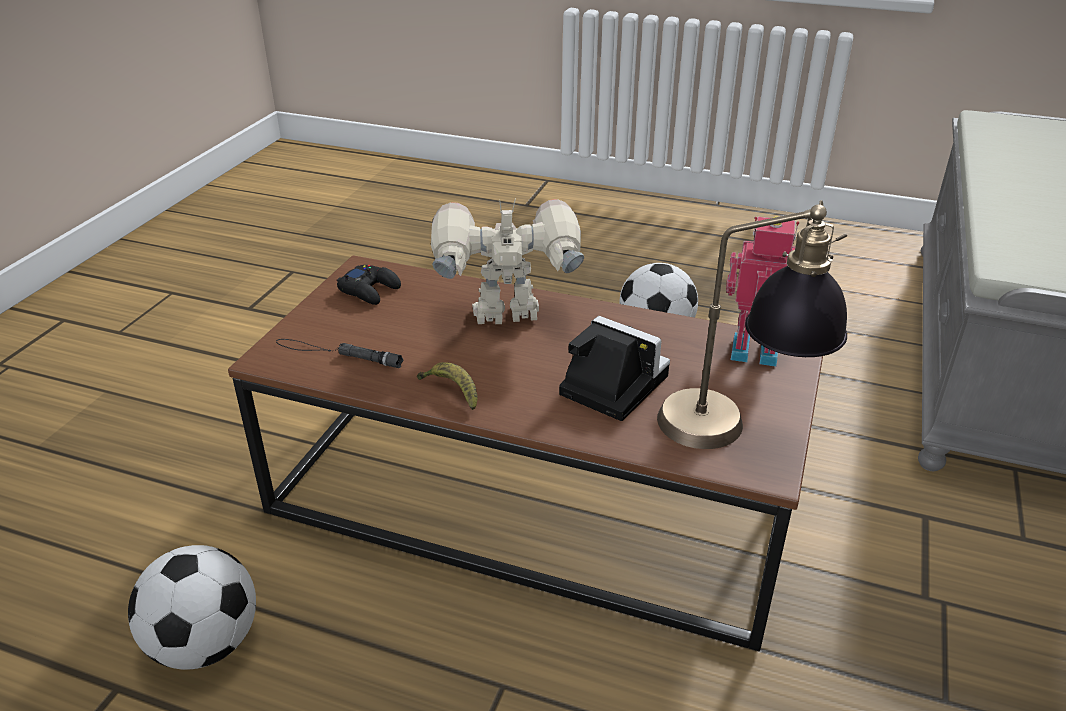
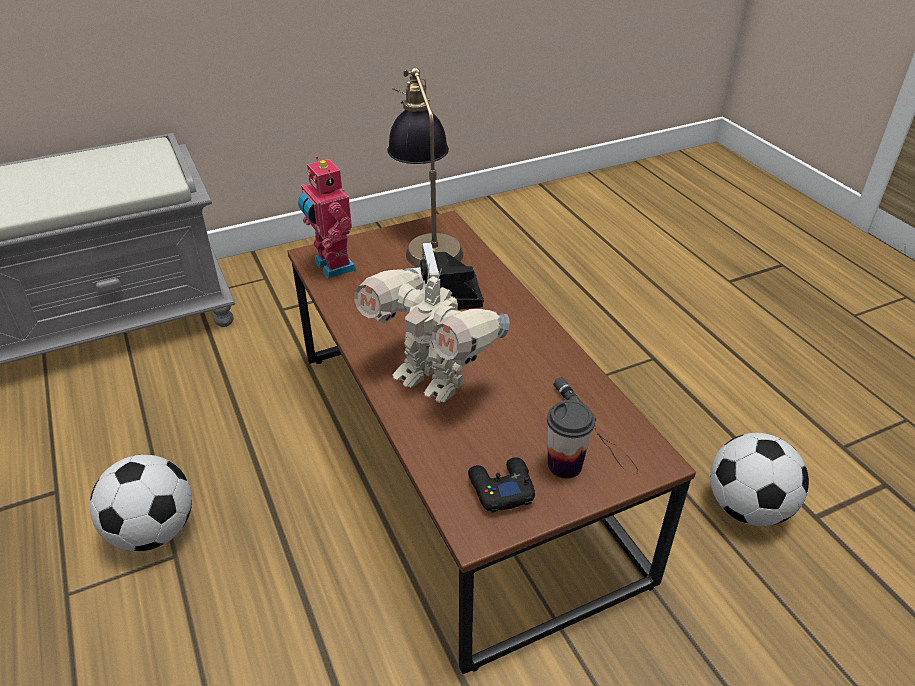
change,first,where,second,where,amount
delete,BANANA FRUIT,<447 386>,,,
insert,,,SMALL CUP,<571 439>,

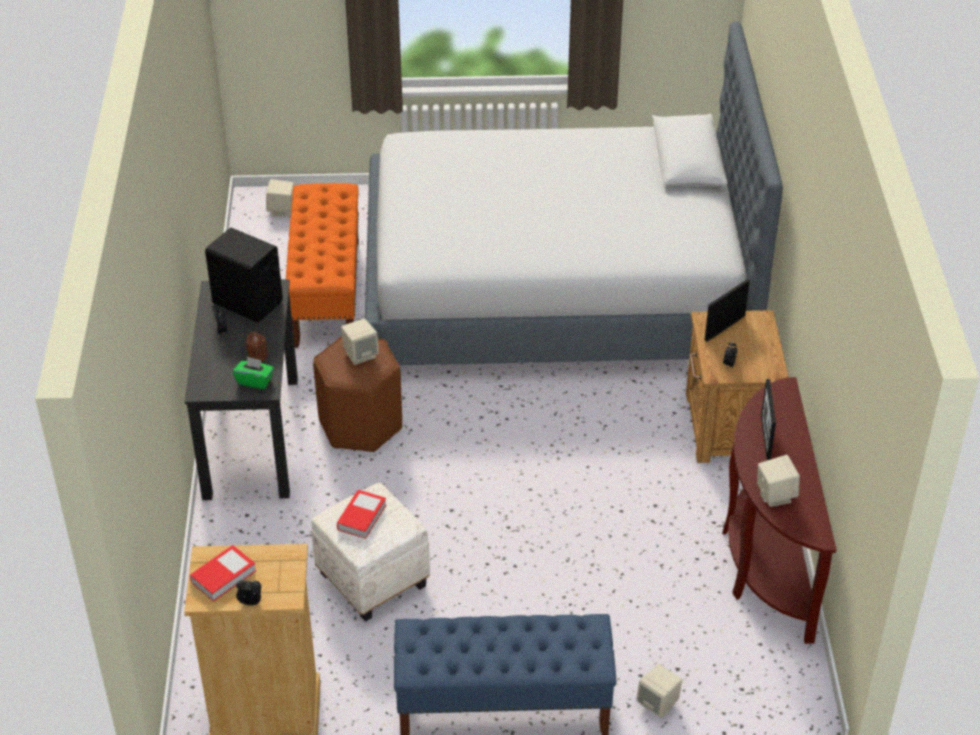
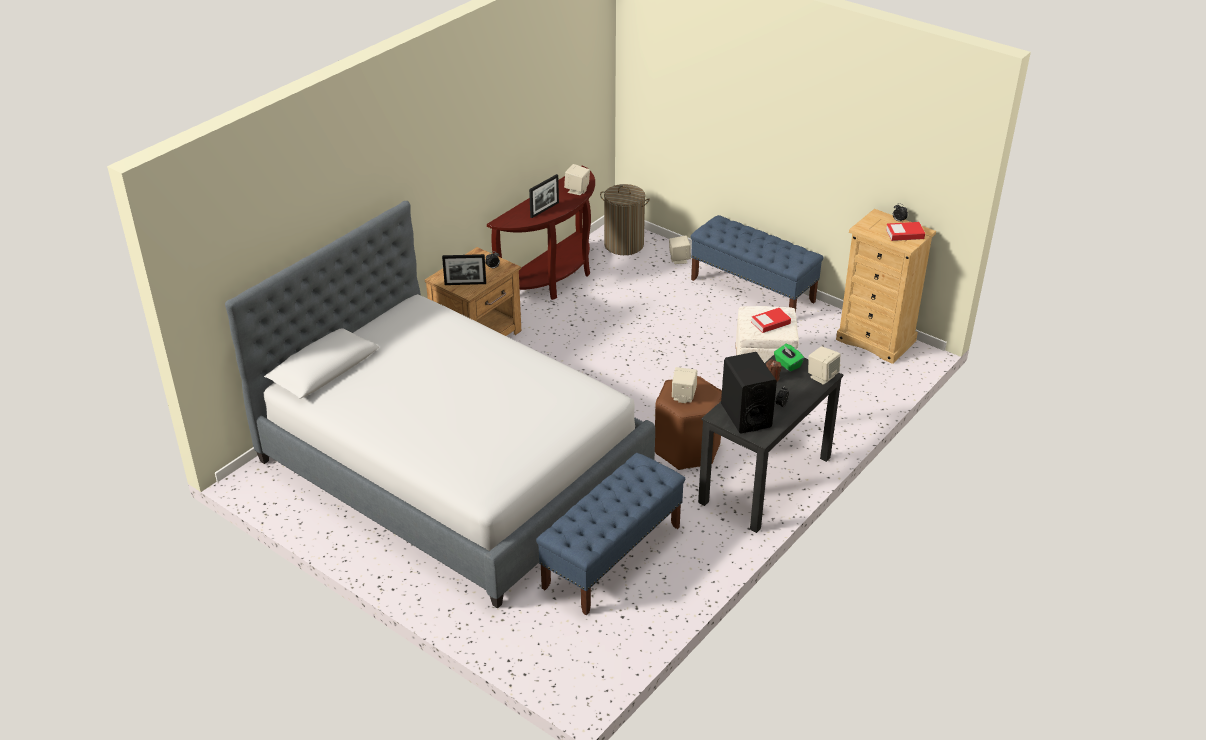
change,first,where,second,where,amount
move,SAND-COLOURED LOUDSPEAKER,<280 197>,,<824 365>,
recolor,ORANGEY INDOOR BENCH,<322 265>,BLUE-COLOURED INDOOR BENCH,<610 534>,
insert,,,LAUNDRY BASKET,<625 219>,

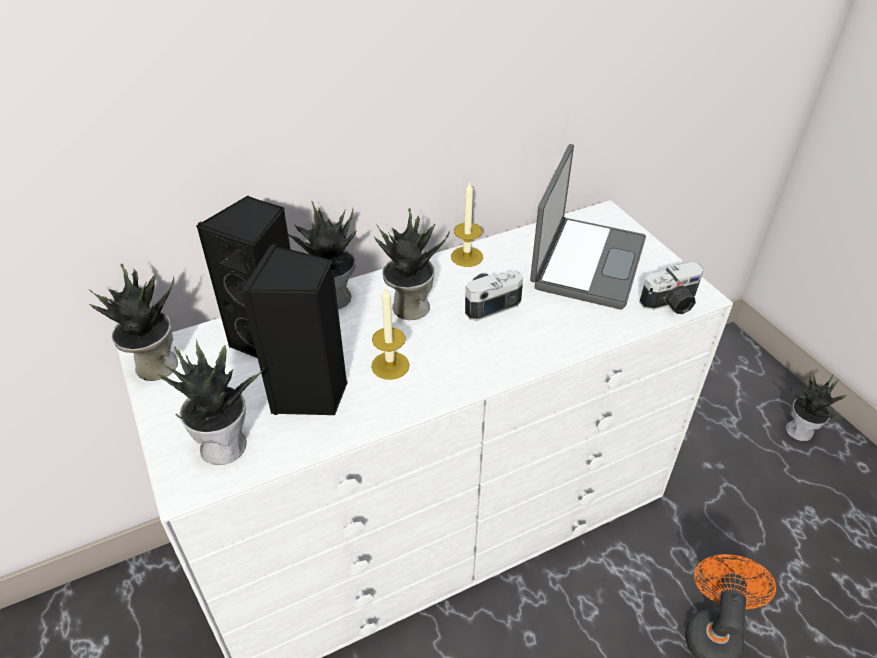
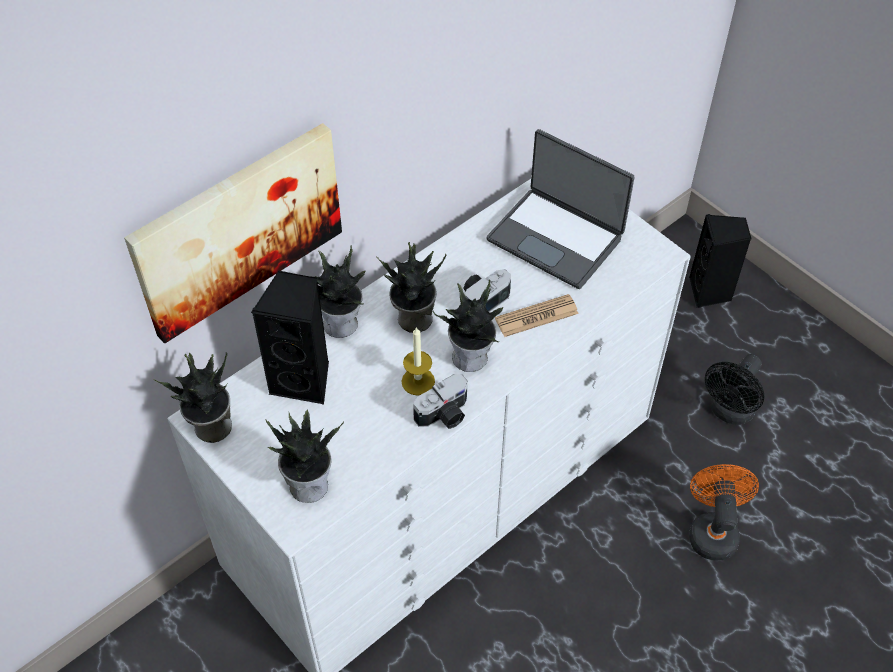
change,first,where,second,where,amount
move,BLACK LOUDSPEAKER,<294 329>,,<720 261>,
delete,WAX LIGHT,<467 224>,,,
rotate,LAPTOP,<588 226>,,<560 209>,120 degrees clockwise
move,PHOTO CAMERA,<671 288>,,<440 401>,
move,HOUSEPLANT,<816 406>,,<468 325>,
insert,,,WALL ART,<233 233>,
insert,,,DAILY PAPER,<537 315>,
insert,,,BLACK COOLING FAN,<735 389>,

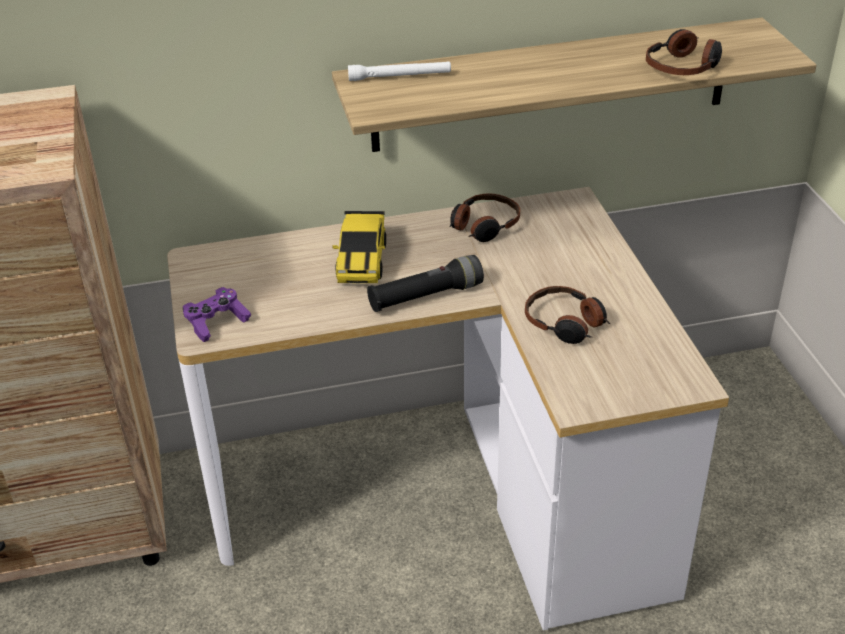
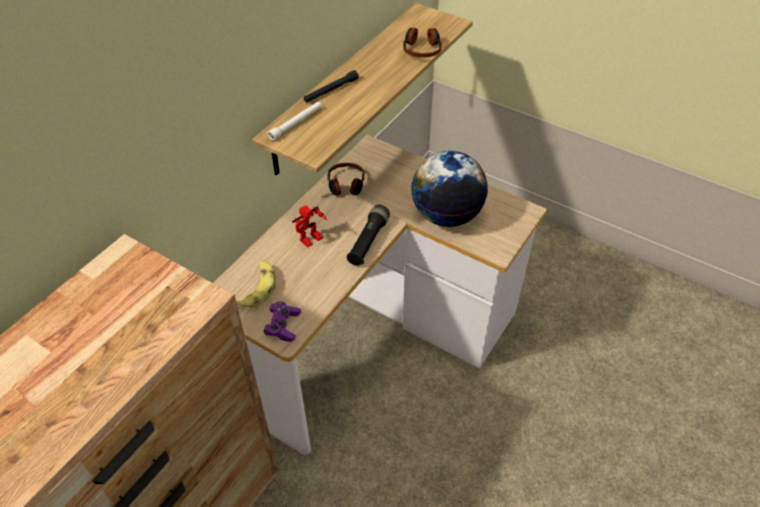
change,first,where,second,where,amount
replace,MODEL CAR,<359 247>,TOY ROBOT,<309 227>,
replace,HEADPHONES,<567 315>,DESK GLOBE,<449 189>,
insert,,,BANANA FRUIT,<255 284>,
insert,,,BLACK FLASHLIGHT,<331 86>,

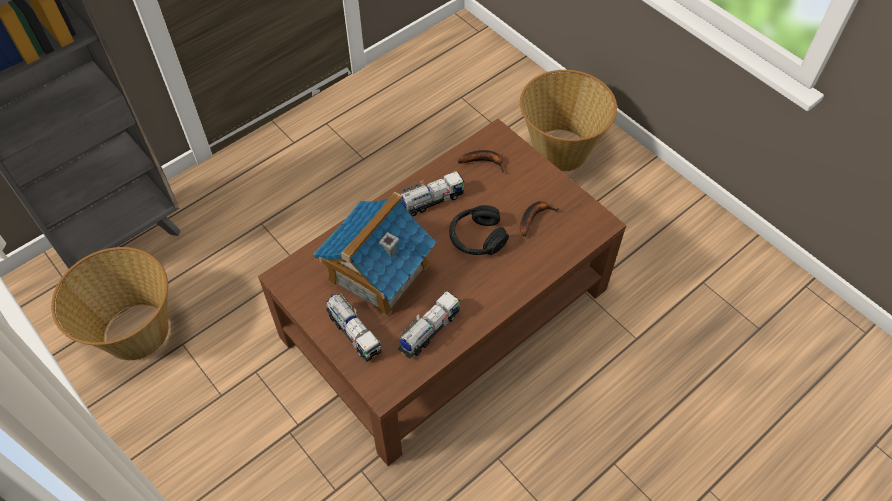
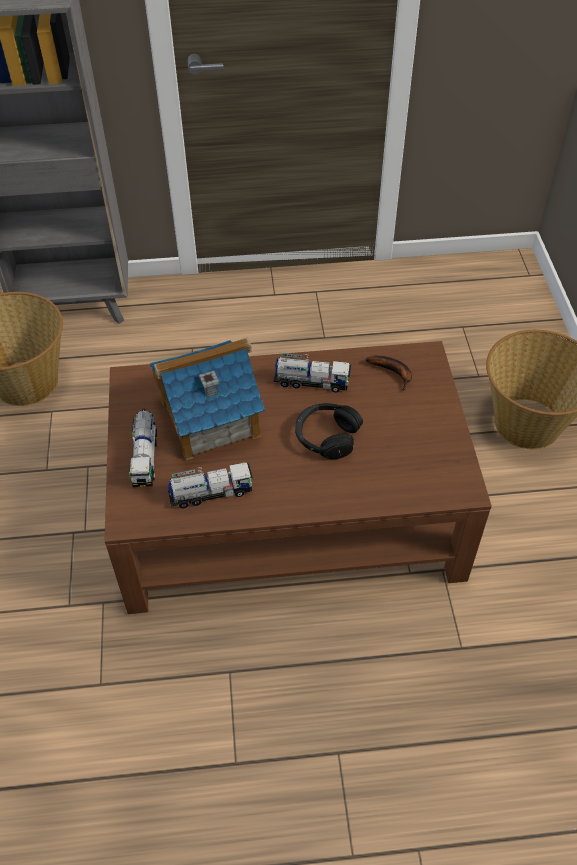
change,first,where,second,where,amount
delete,BANANA FRUIT,<539 219>,,,

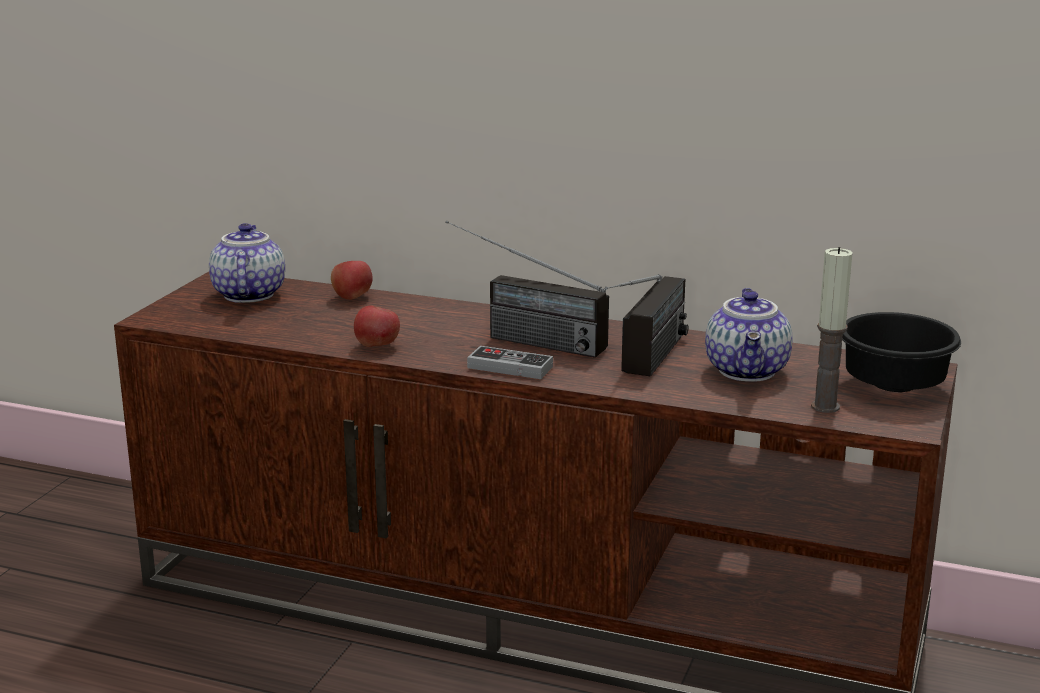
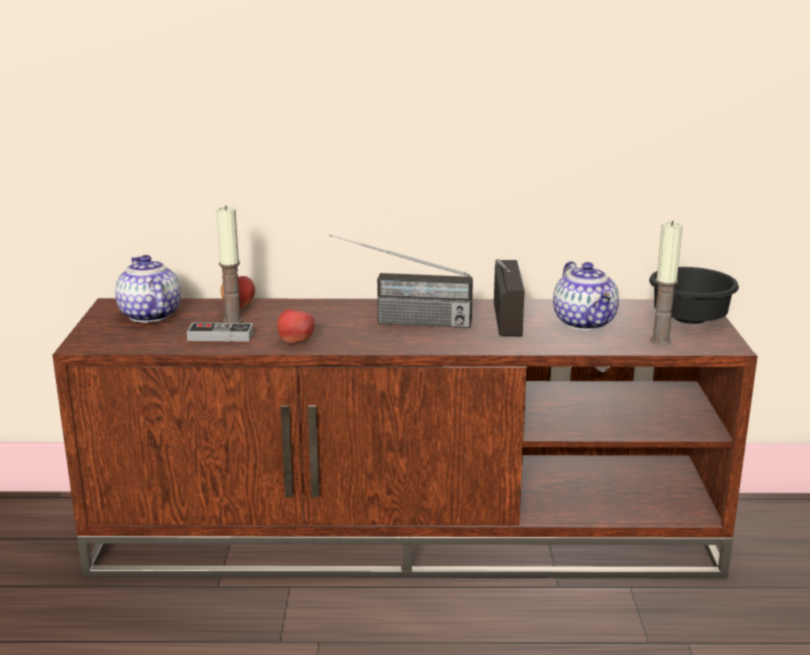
change,first,where,second,where,amount
move,GAME CONTROLLER,<510 362>,,<220 332>,
insert,,,WAX LIGHT,<229 264>,

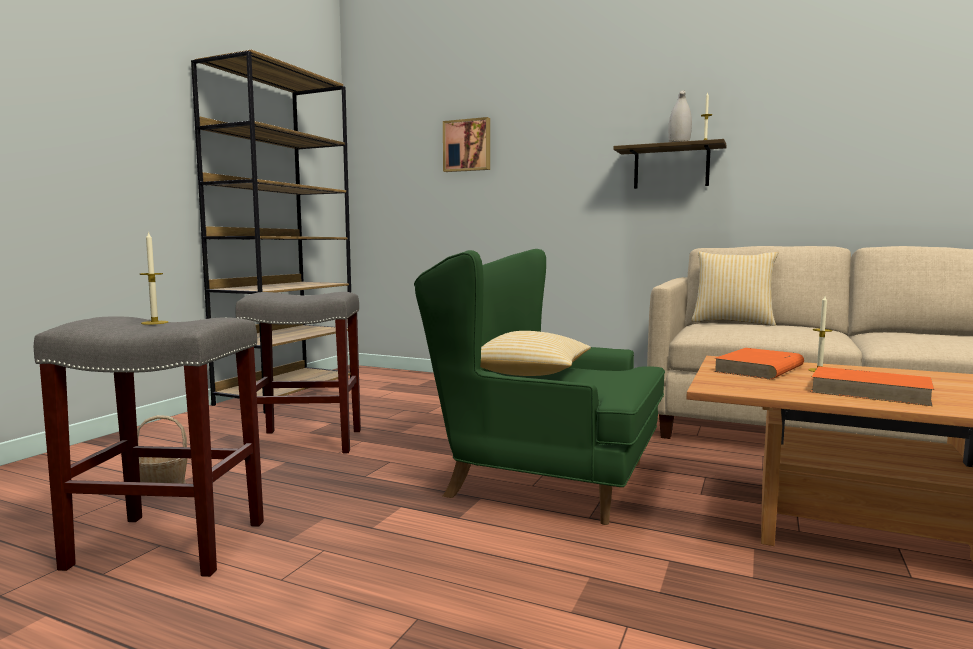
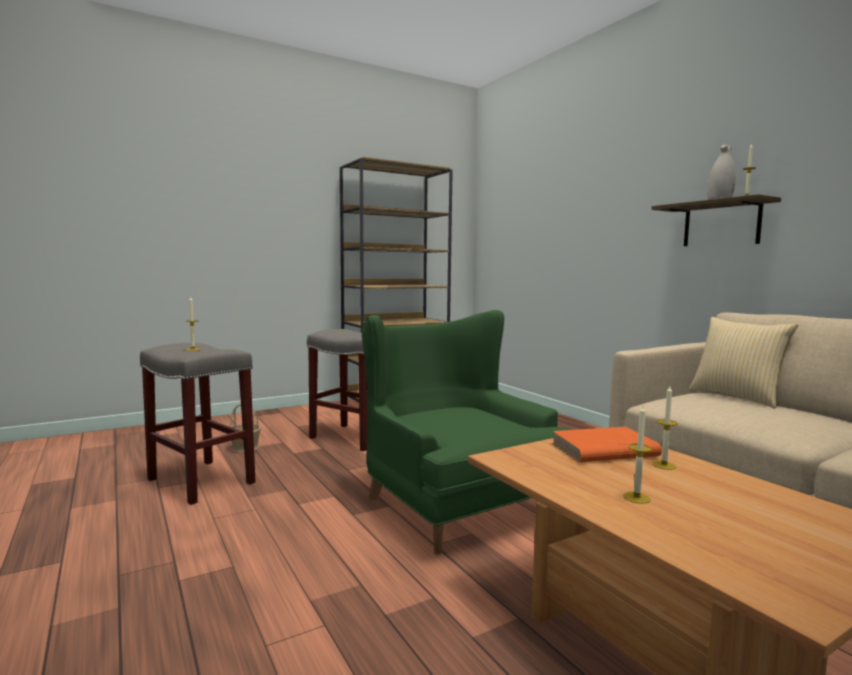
change,first,where,second,where,amount
delete,WALL ART,<466 144>,,,
delete,PILLOW,<535 353>,,,
replace,ORANGEY BOUND BOOK,<872 386>,WAX LIGHT,<637 455>,

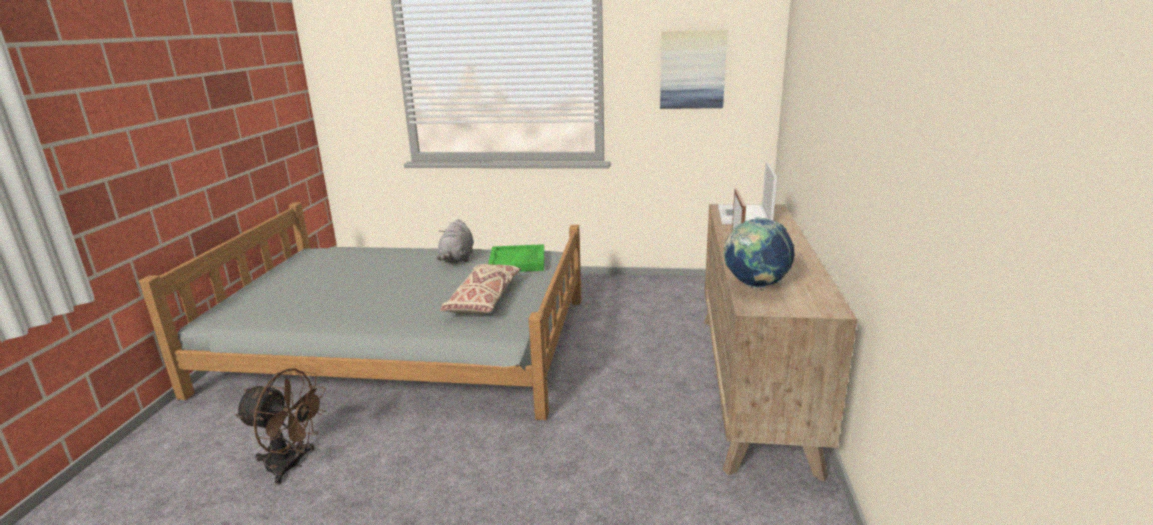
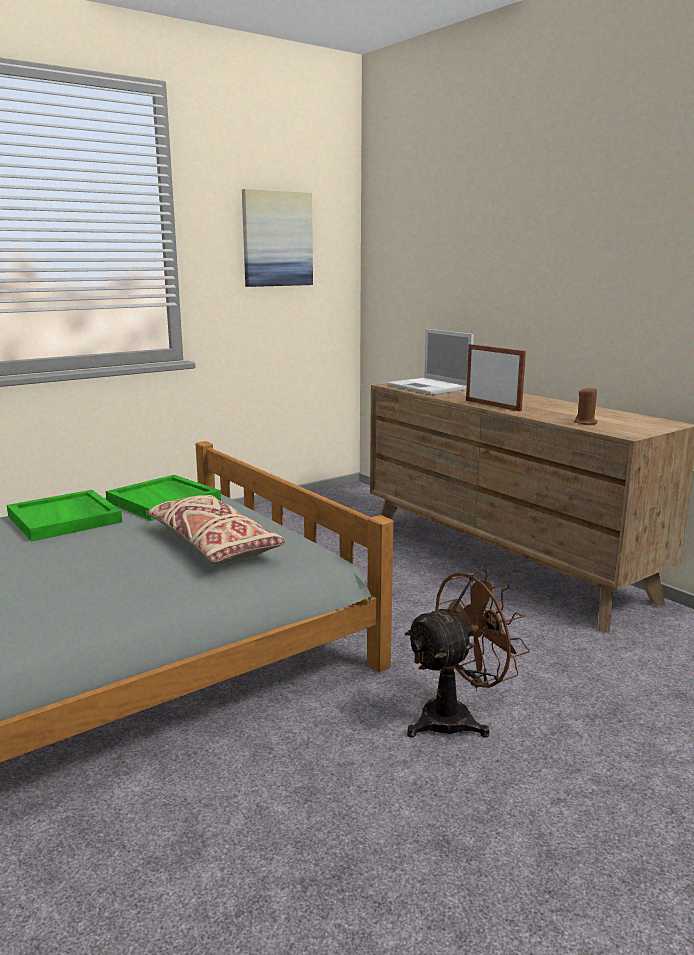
change,first,where,second,where,amount
move,BROWN COOLING FAN,<281 427>,,<467 653>,
replace,GREYISH CUDDLY TOY,<455 241>,GREENISH SERVING TRAY,<64 516>,
replace,DESK GLOBE,<759 252>,BROWN WAX LIGHT,<586 406>,

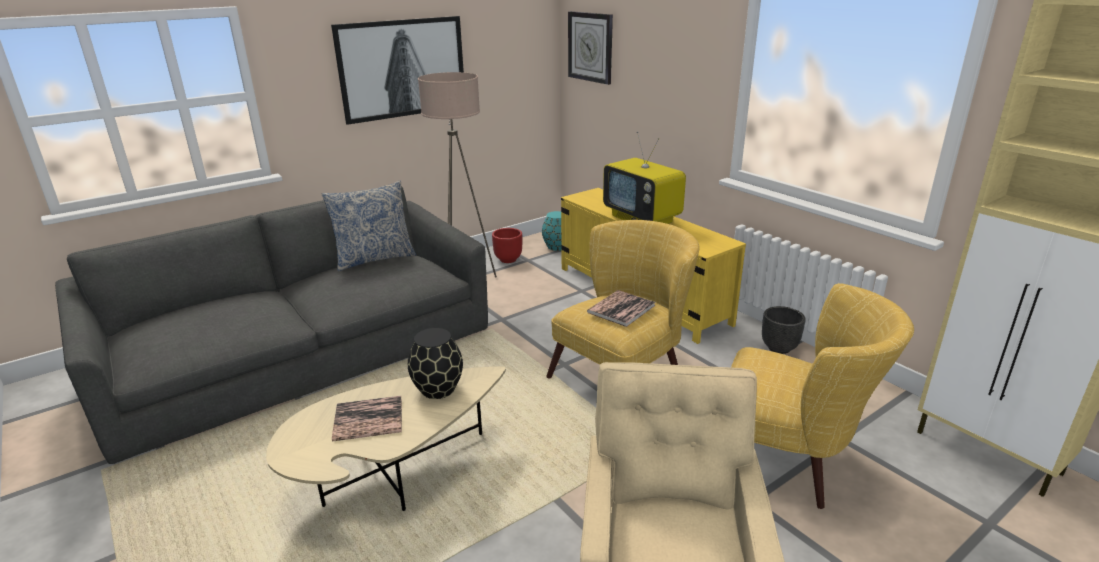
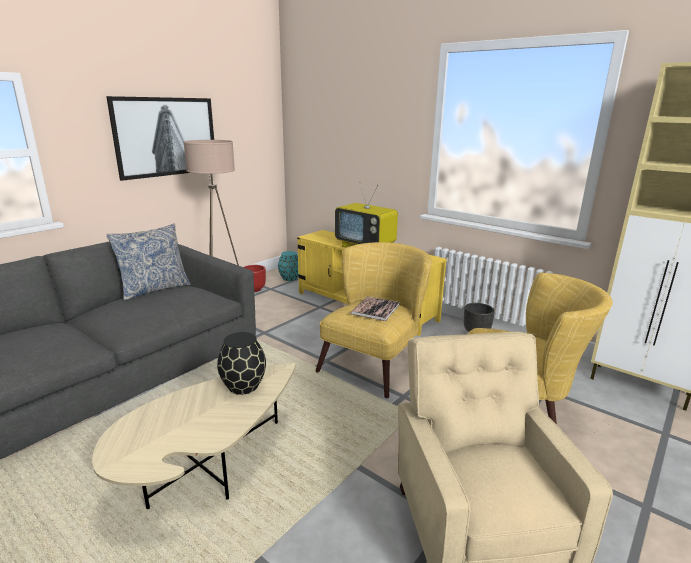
change,first,where,second,where,amount
delete,BOUND BOOK,<367 419>,,,
delete,HANGING CLOCK,<590 48>,,,

